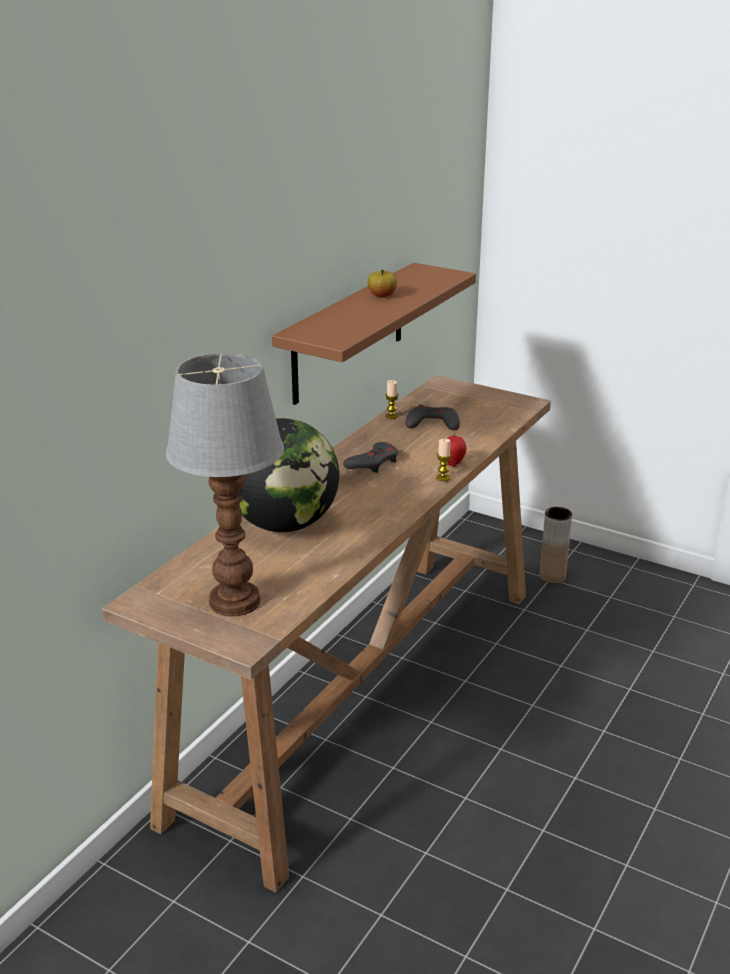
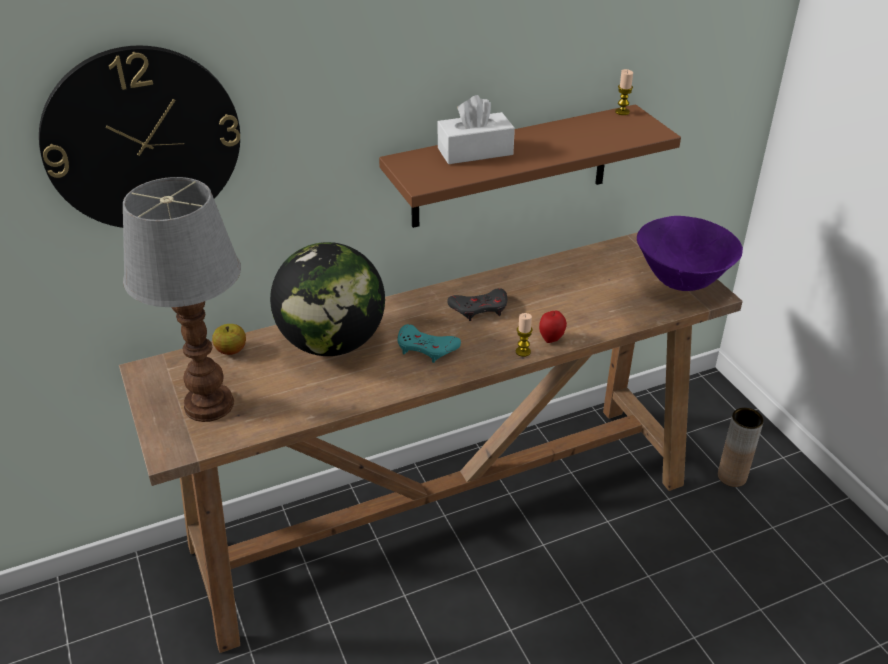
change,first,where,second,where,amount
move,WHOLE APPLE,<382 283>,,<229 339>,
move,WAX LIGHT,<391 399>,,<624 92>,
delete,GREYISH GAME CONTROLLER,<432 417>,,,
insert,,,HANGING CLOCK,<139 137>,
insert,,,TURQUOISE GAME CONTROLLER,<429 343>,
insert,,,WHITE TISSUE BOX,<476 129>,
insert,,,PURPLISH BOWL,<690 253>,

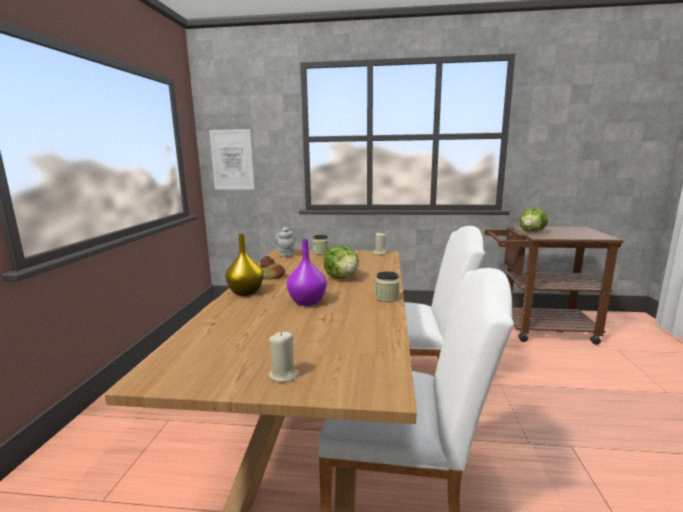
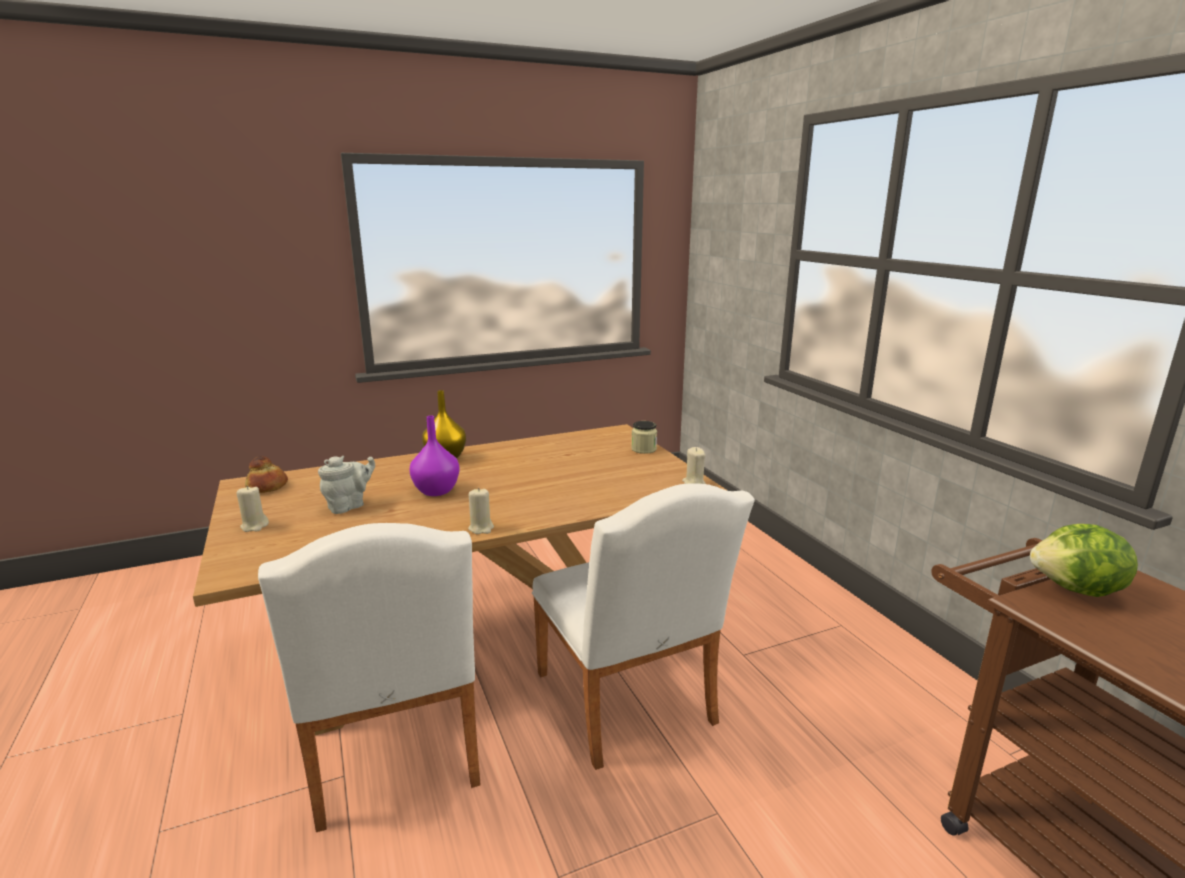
change,first,where,second,where,amount
delete,WALL ART,<232 159>,,,
move,BAKED BREAD,<272 267>,,<266 474>,
move,GREYISH TEA POT,<285 242>,,<346 485>,
delete,HEAD OF LETTUCE,<341 262>,,,
replace,STORAGE JAR,<387 286>,SAND-COLOURED WAX LIGHT,<481 511>,

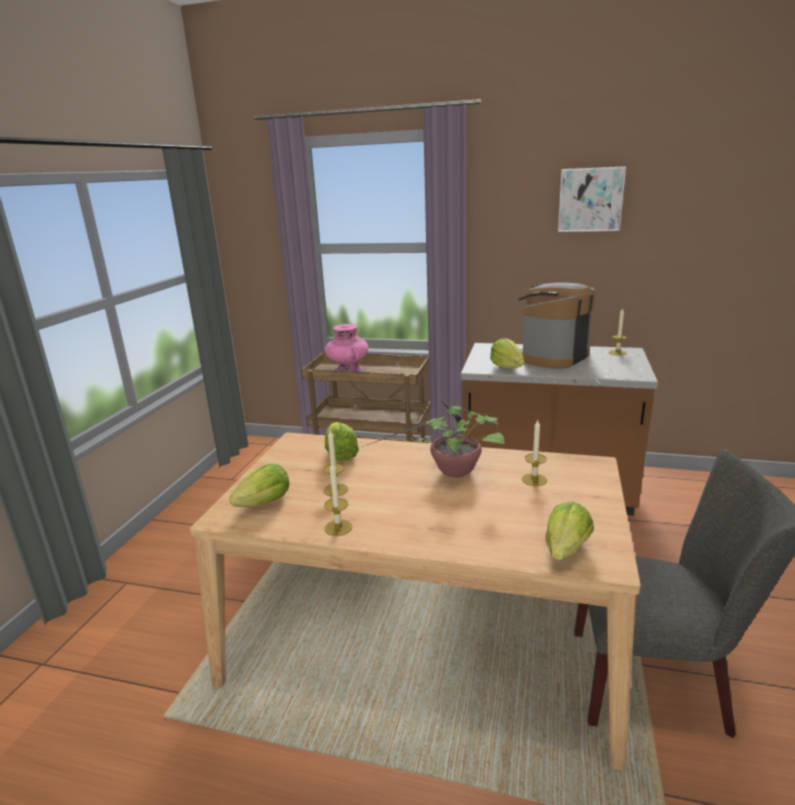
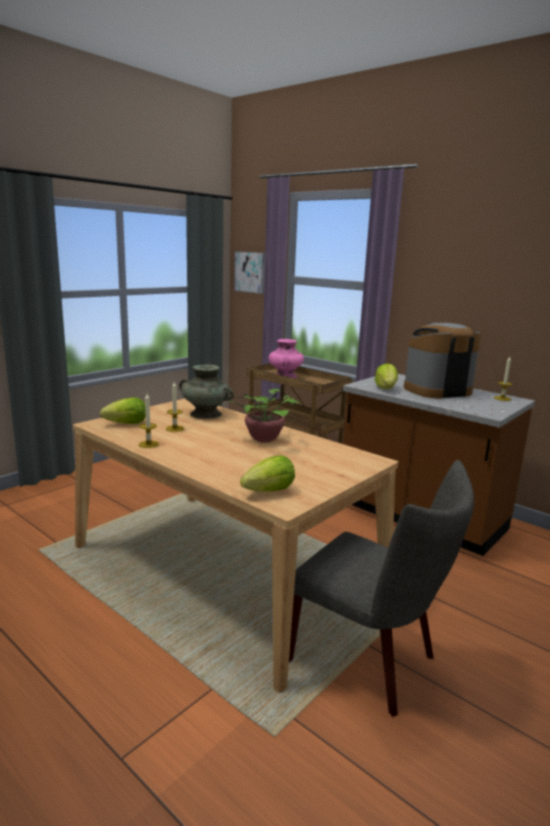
change,first,where,second,where,amount
replace,HEAD OF LETTUCE,<342 441>,TURQUOISE VASE,<206 392>,
delete,WAX LIGHT,<534 453>,,,
move,WALL ART,<592 199>,,<249 272>,

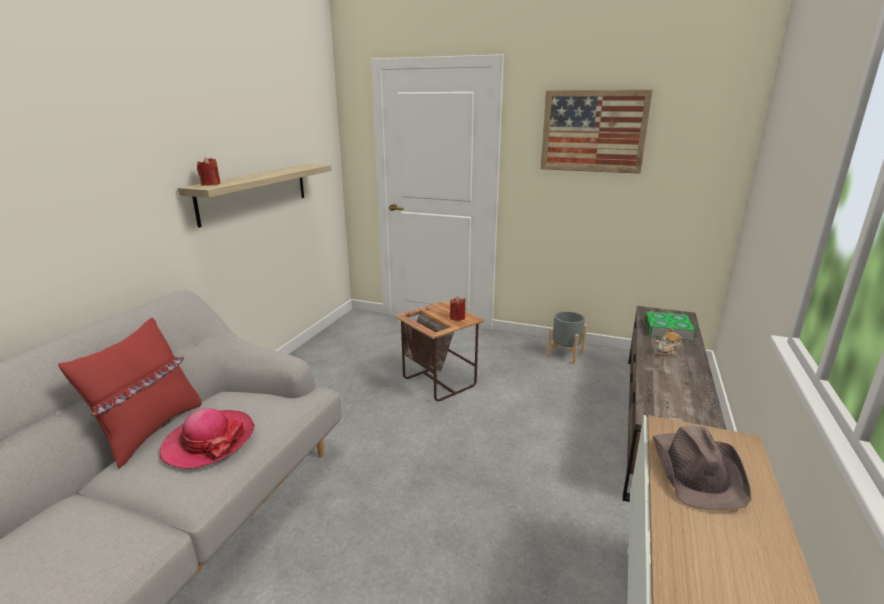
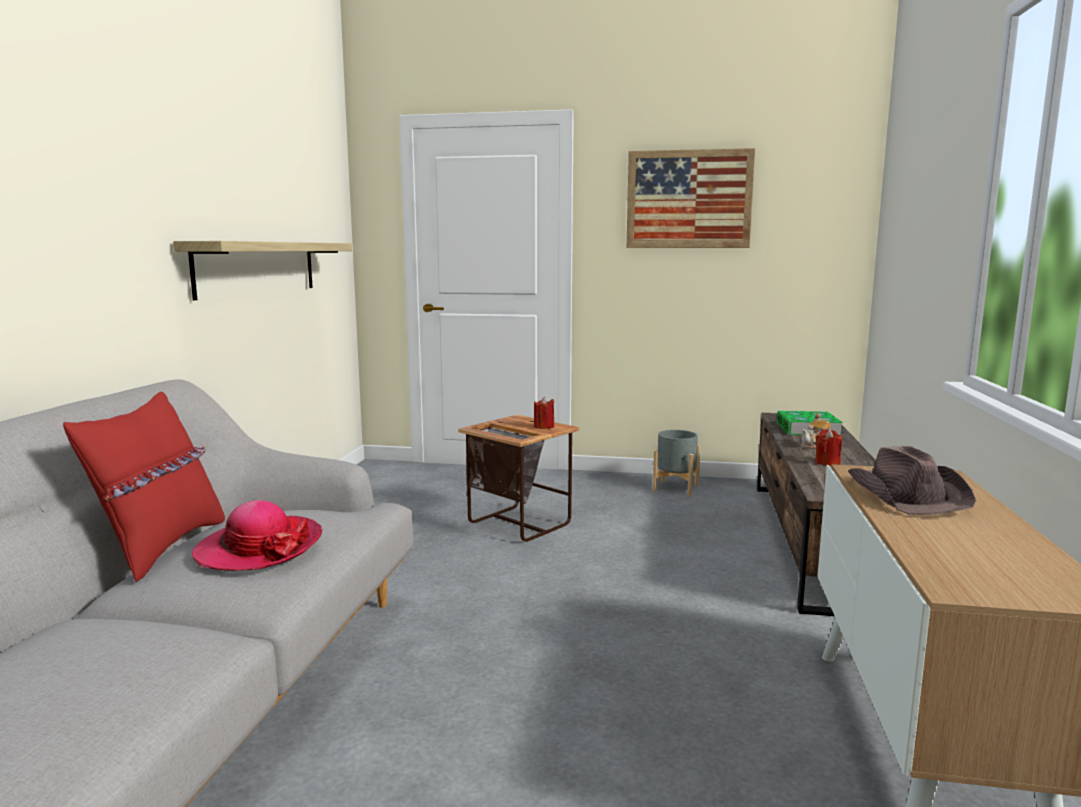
change,first,where,second,where,amount
move,REDDISH WAX LIGHT,<208 171>,,<828 447>,

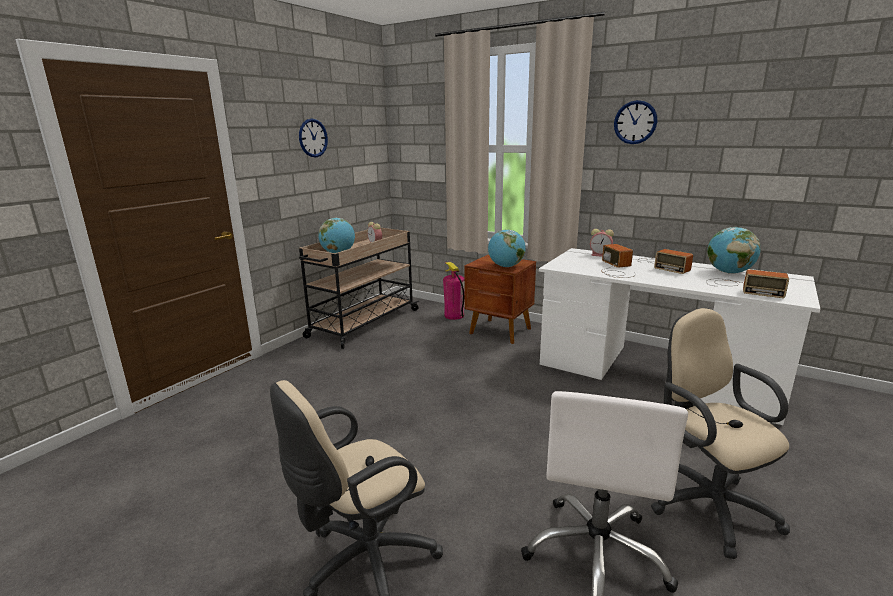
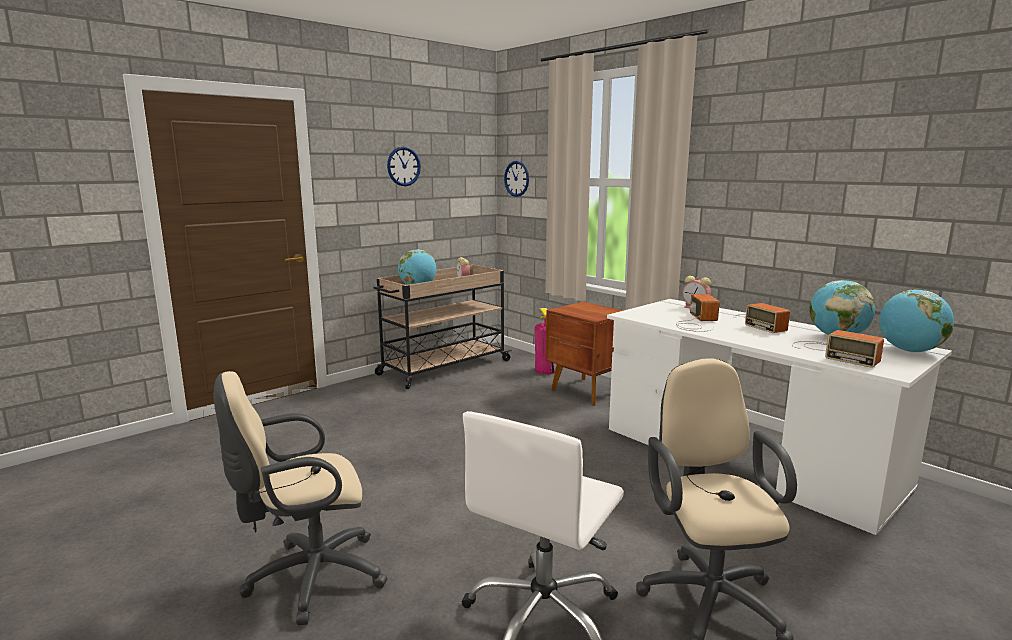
change,first,where,second,where,amount
move,DESK GLOBE,<507 248>,,<916 321>,
move,HANGING CLOCK,<635 122>,,<516 179>,

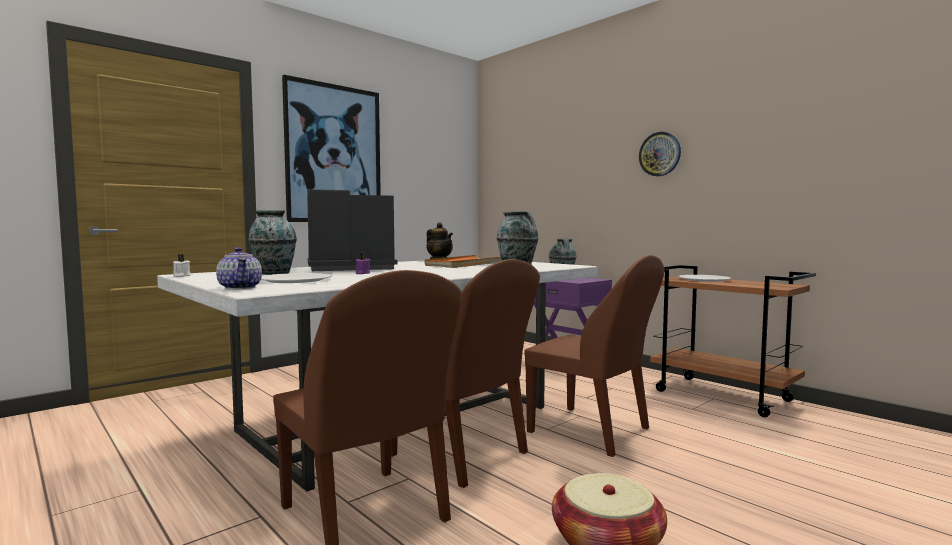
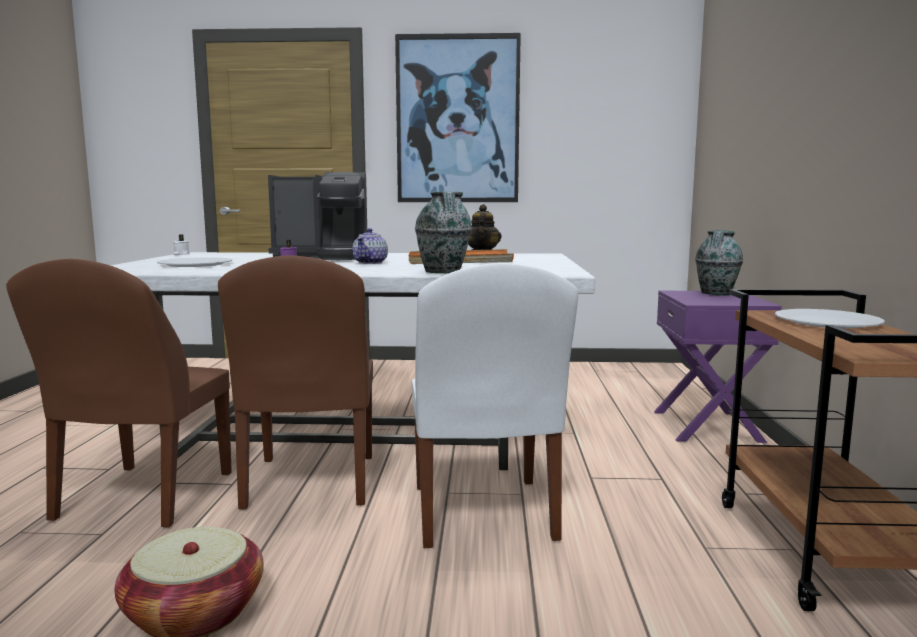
change,first,where,second,where,amount
move,TEA POT,<239 268>,,<370 246>,
delete,VASE,<273 242>,,,
rotate,COFFEE BREWER,<352 230>,,<317 216>,150 degrees clockwise
recolor,BROWN CHAIR,<594 356>,WHITE CHAIR,<495 405>,
delete,HANGING CLOCK,<660 154>,,,

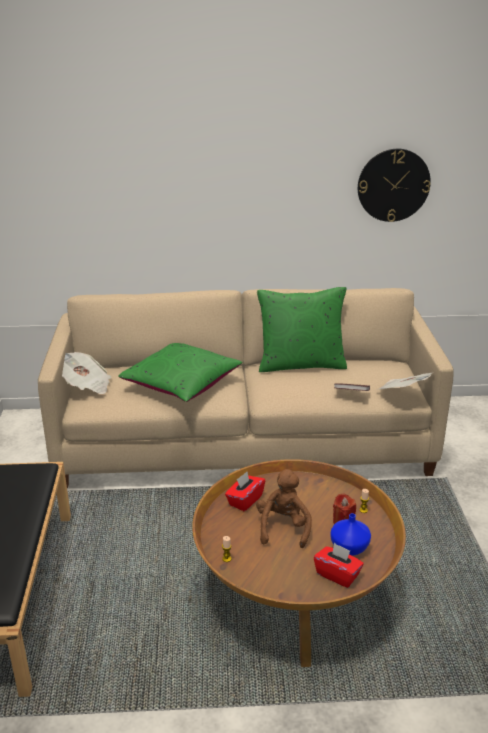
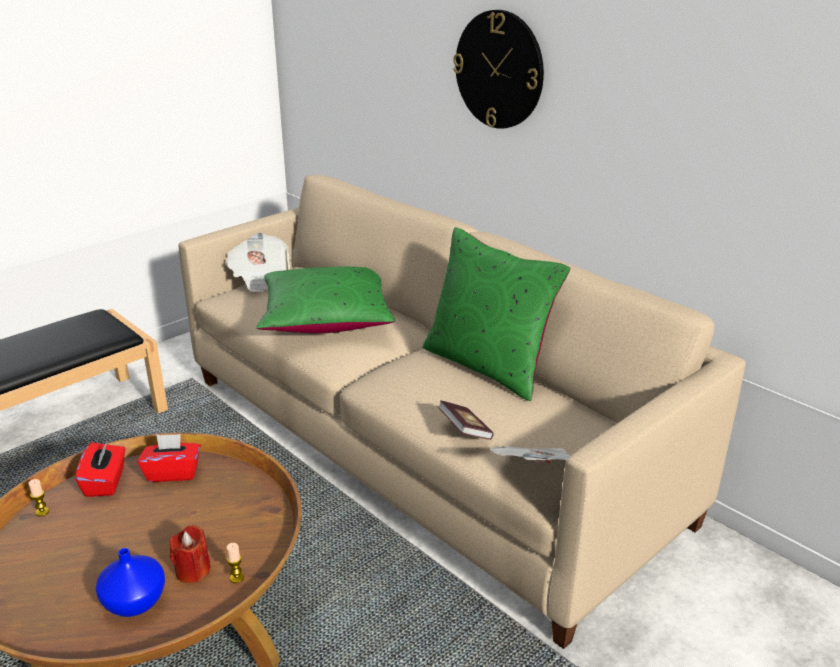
change,first,where,second,where,amount
delete,BROWN CUDDLY TOY,<284 508>,,,
move,REDDISH TISSUE BOX,<339 565>,,<100 468>,
move,HANGING CLOCK,<394 185>,,<498 69>,

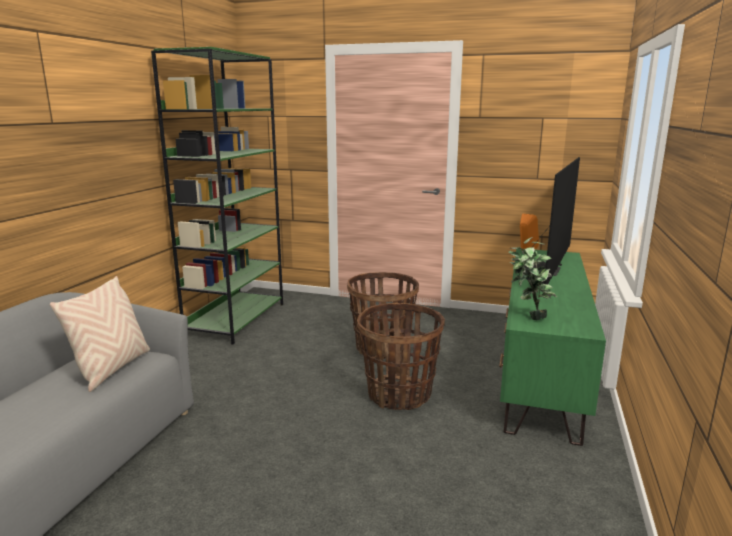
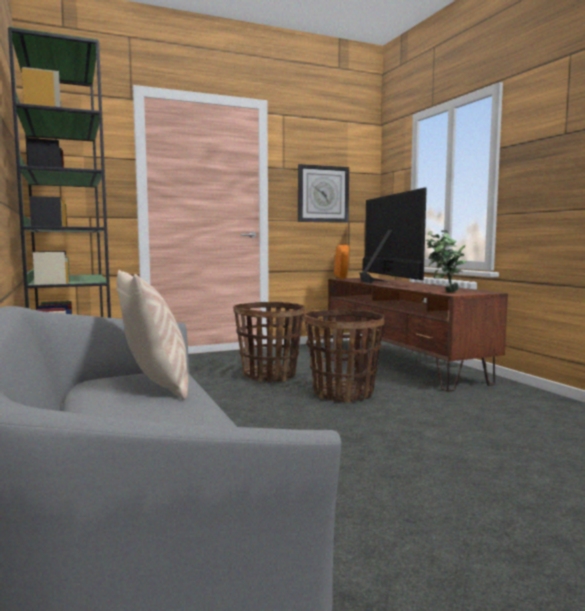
change,first,where,second,where,amount
recolor,GREENISH TV STAND,<552 347>,BROWN TV STAND,<418 335>,
insert,,,HANGING CLOCK,<323 193>,

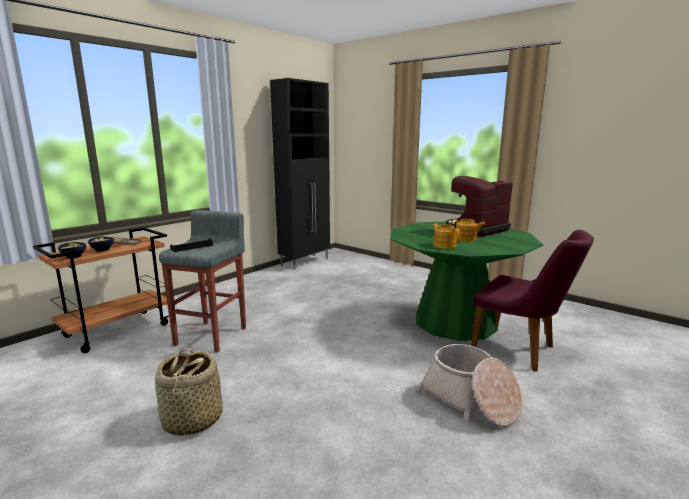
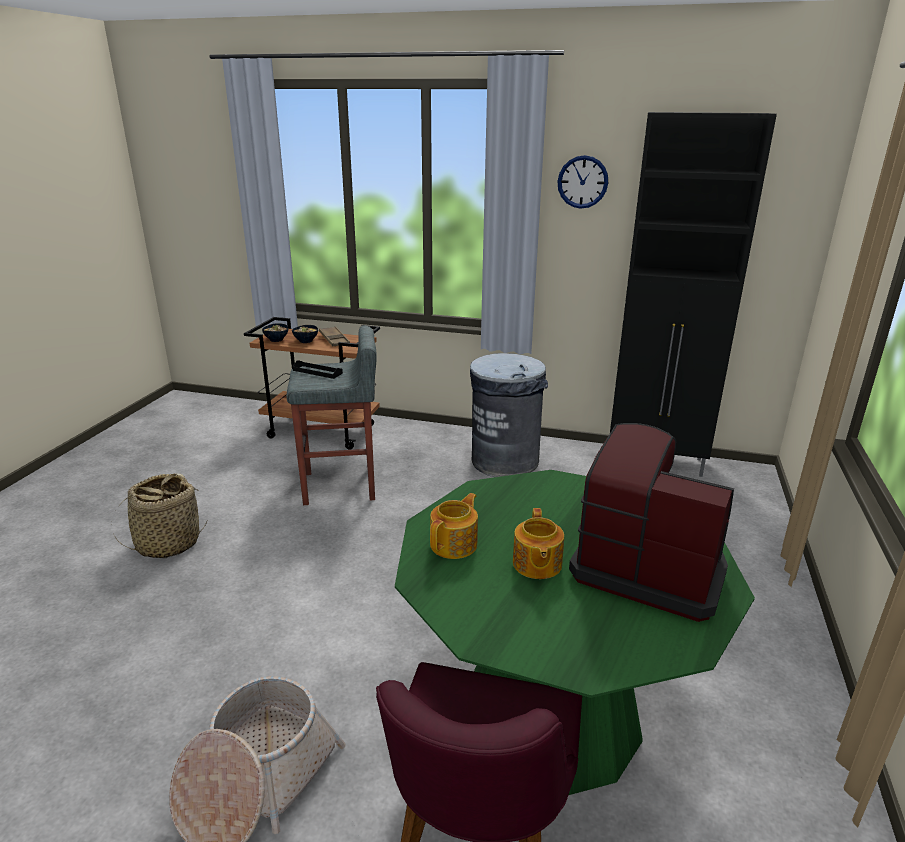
change,first,where,second,where,amount
insert,,,GREYISH WASTE BIN,<509 415>,
insert,,,HANGING CLOCK,<582 182>,

